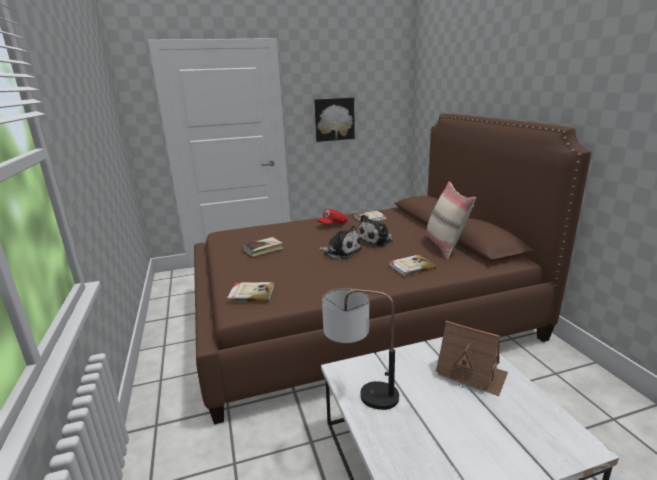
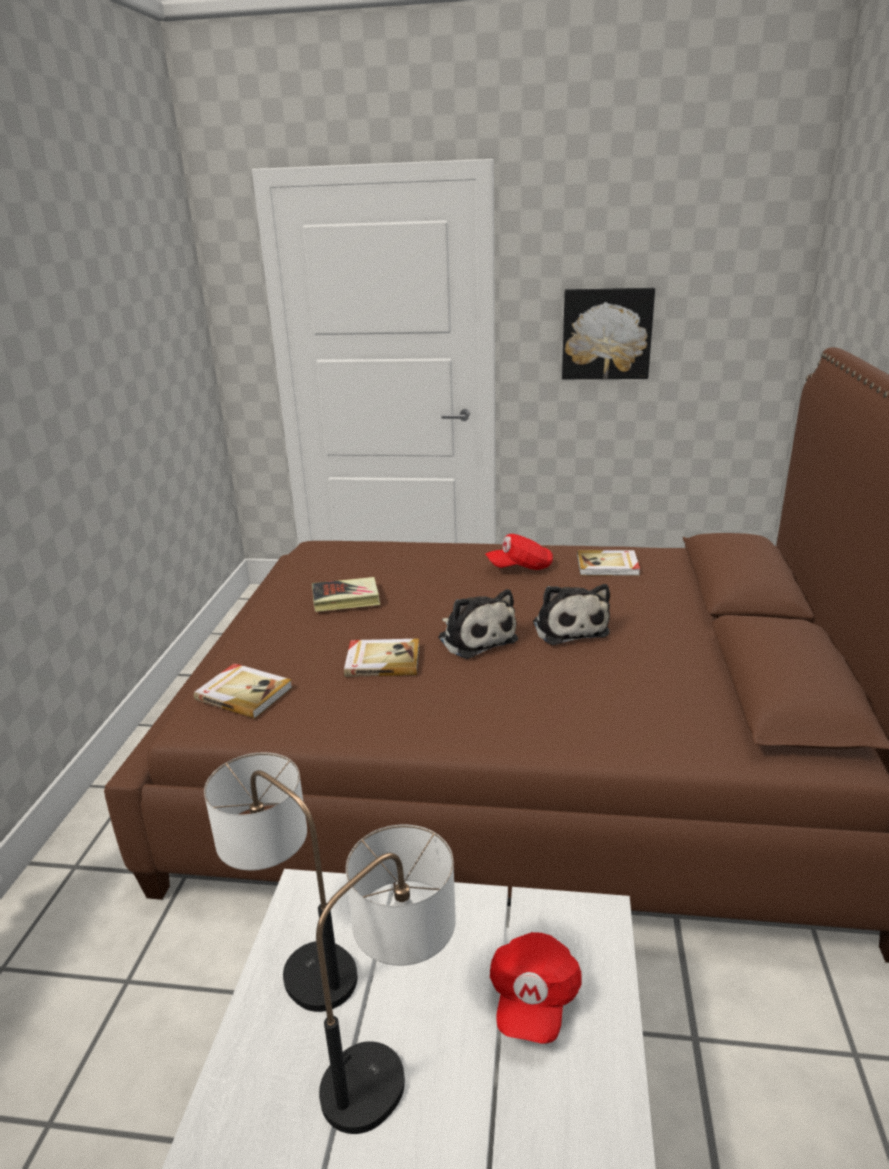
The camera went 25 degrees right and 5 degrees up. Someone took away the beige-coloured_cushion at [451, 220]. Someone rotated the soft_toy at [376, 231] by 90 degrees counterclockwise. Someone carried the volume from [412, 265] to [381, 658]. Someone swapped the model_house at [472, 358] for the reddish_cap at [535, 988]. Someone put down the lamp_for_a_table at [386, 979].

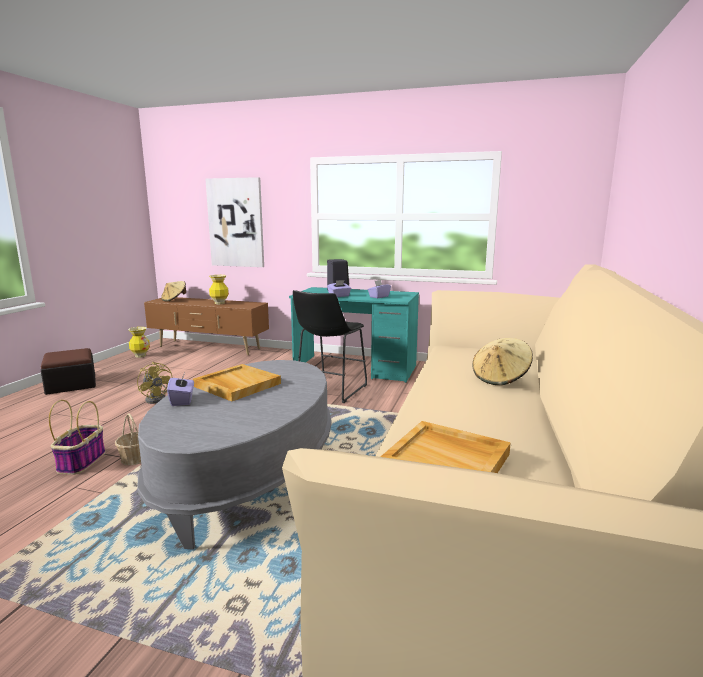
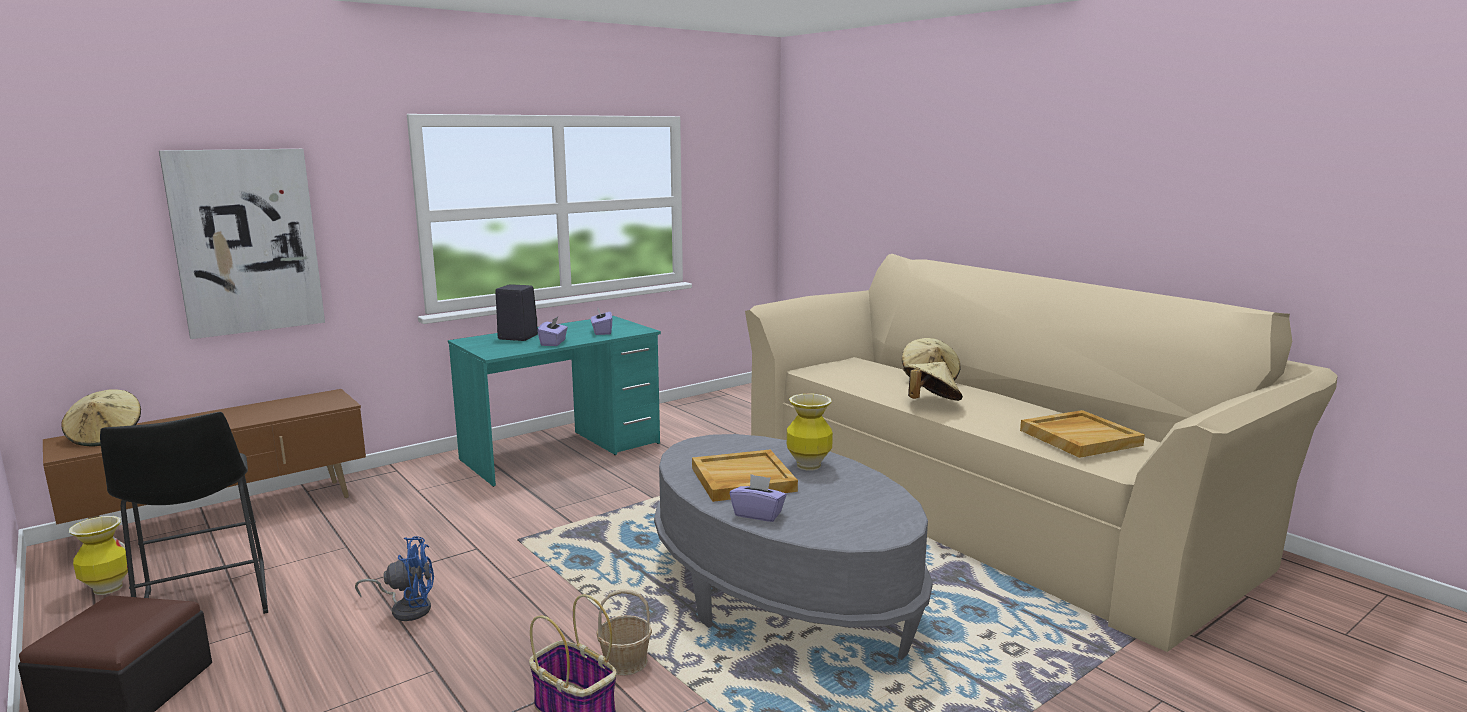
The camera went 55 degrees left and 0 degrees up. Someone carried the vase from [219, 289] to [810, 432]. Someone carried the blackish_stool_seat from [330, 346] to [184, 513]. Someone repainted the yellow_cooling_fan at [155, 383], which became the blue-coloured_cooling_fan at [394, 578]. Someone put down the beige-coloured_hat at [933, 381].

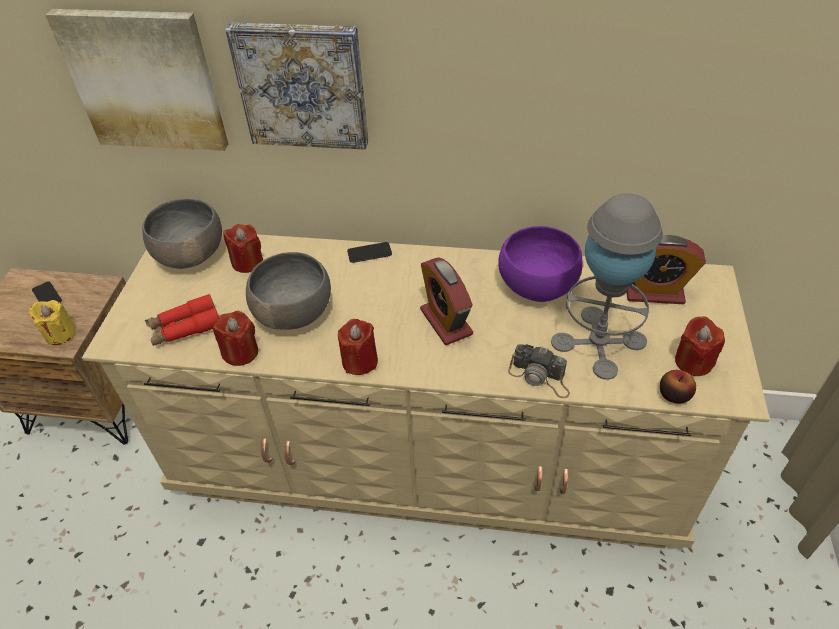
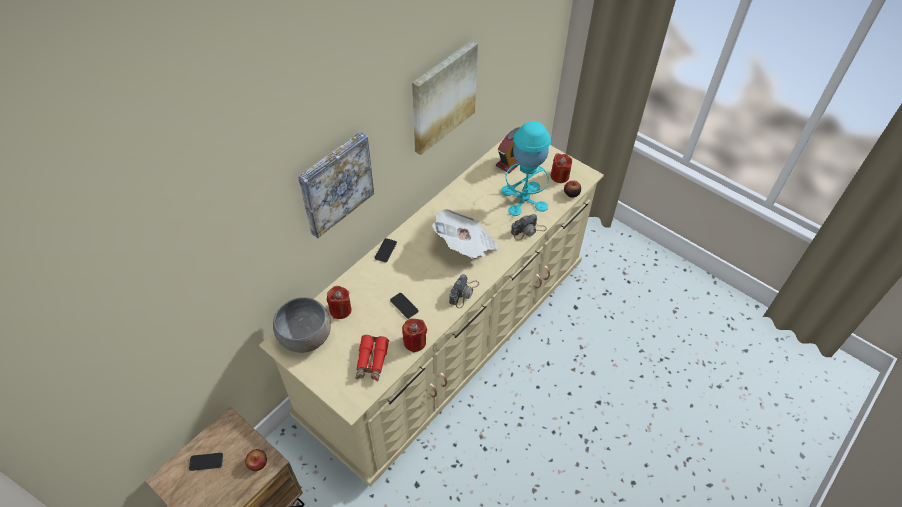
The camera went 60 degrees left and 5 degrees up. Someone carried the picture from [137, 80] to [445, 98]. Someone repainted the grey_lamp_for_a_table at [607, 286], which became the turquoise-coloured_lamp_for_a_table at [526, 168]. Someone took away the purplish_deep_dish at [540, 264]. Someone swapped the grey_deep_dish at [288, 291] for the phone at [404, 306]. Someone swapped the alarm_clock at [446, 301] for the printed_paper at [465, 234]. Someone swapped the yellow_wax_candle at [52, 322] for the whole_apple at [256, 460]. Someone swapped the reddish_wax_candle at [358, 347] for the photo_camera at [464, 291].

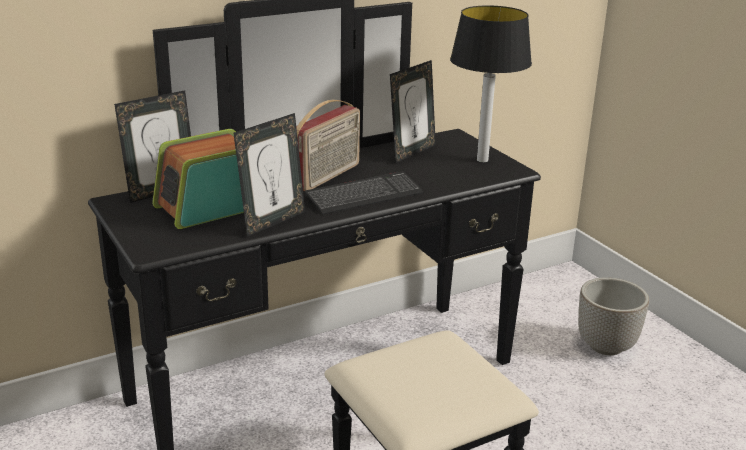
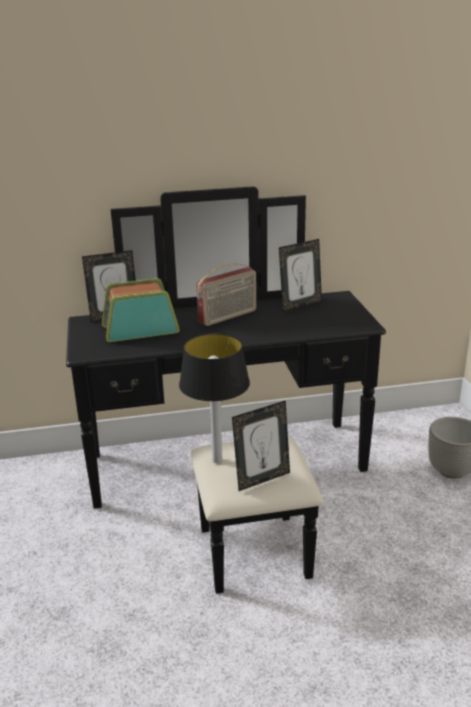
The camera went 20 degrees right and 0 degrees up. Someone carried the lamp_for_a_table from [491, 83] to [214, 398]. Someone carried the picture_frame from [269, 175] to [261, 445]. Someone took away the PC_keyboard at [364, 193].

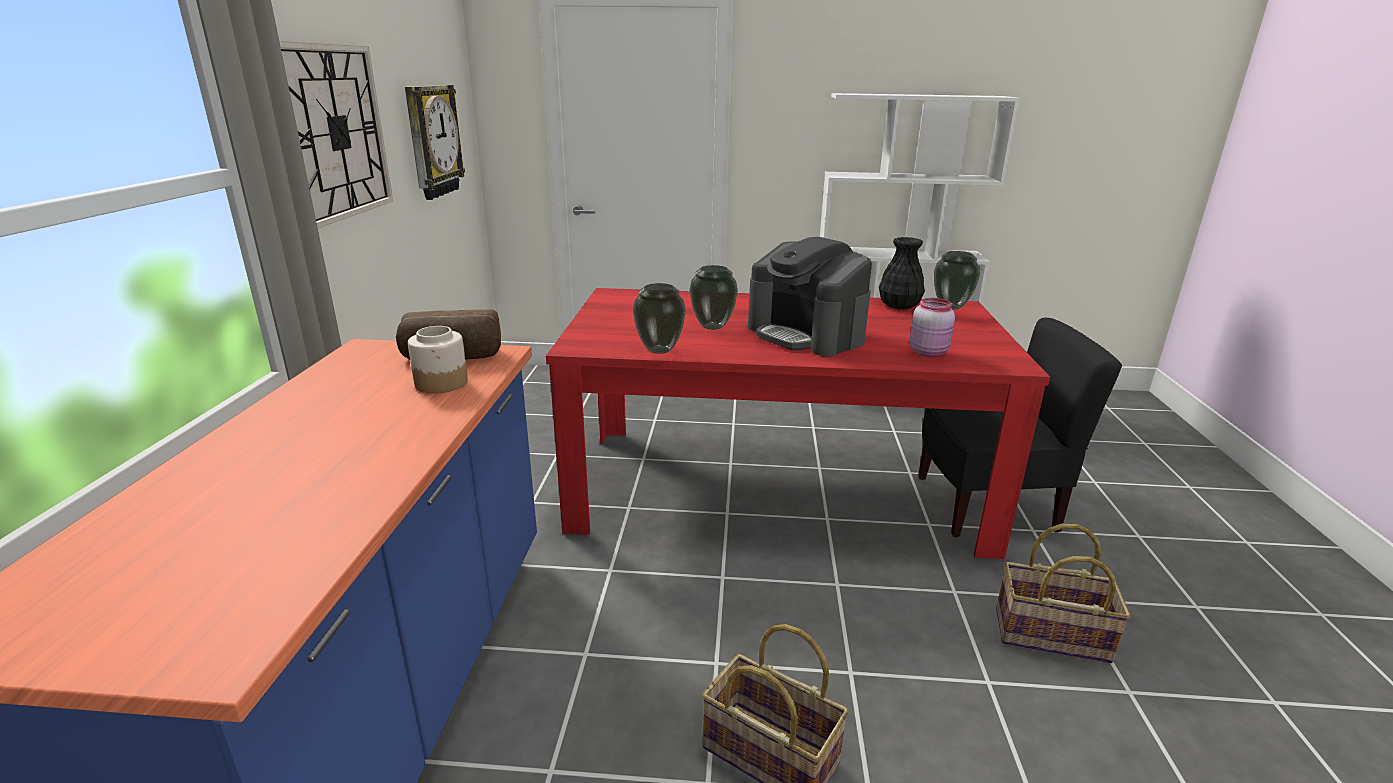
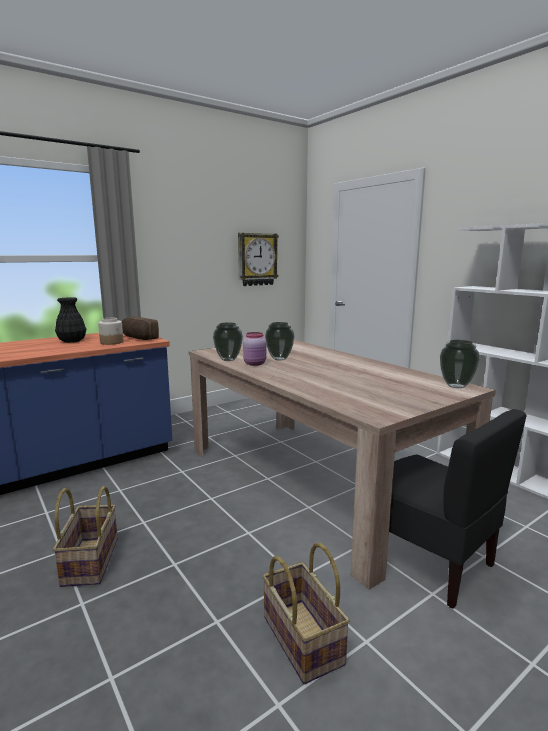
The camera went 50 degrees right and 10 degrees down. Someone took away the clock_on_the_wall at [336, 134]. Someone took away the coffee_maker at [810, 296]. Someone carried the blackish_vase from [902, 273] to [70, 320]. Someone repainted the reddish_kitchen_table at [798, 423], which became the beige-coloured_kitchen_table at [342, 465]. Someone carried the pinkish_storage_jar from [932, 327] to [254, 349].

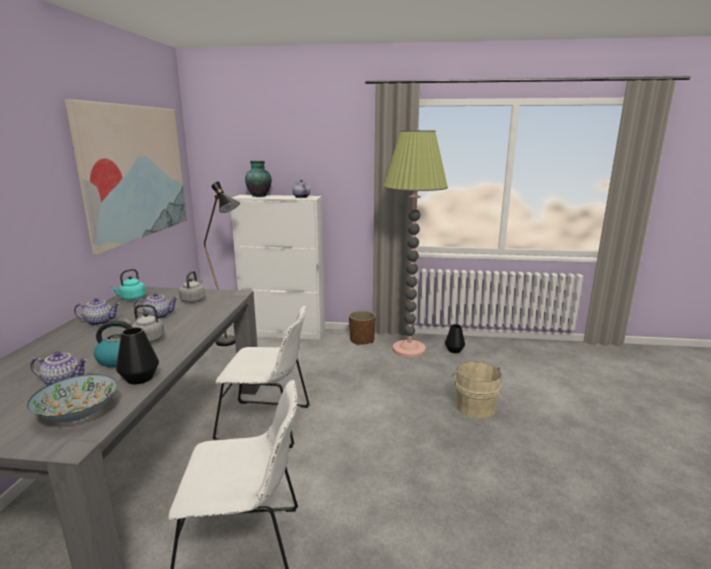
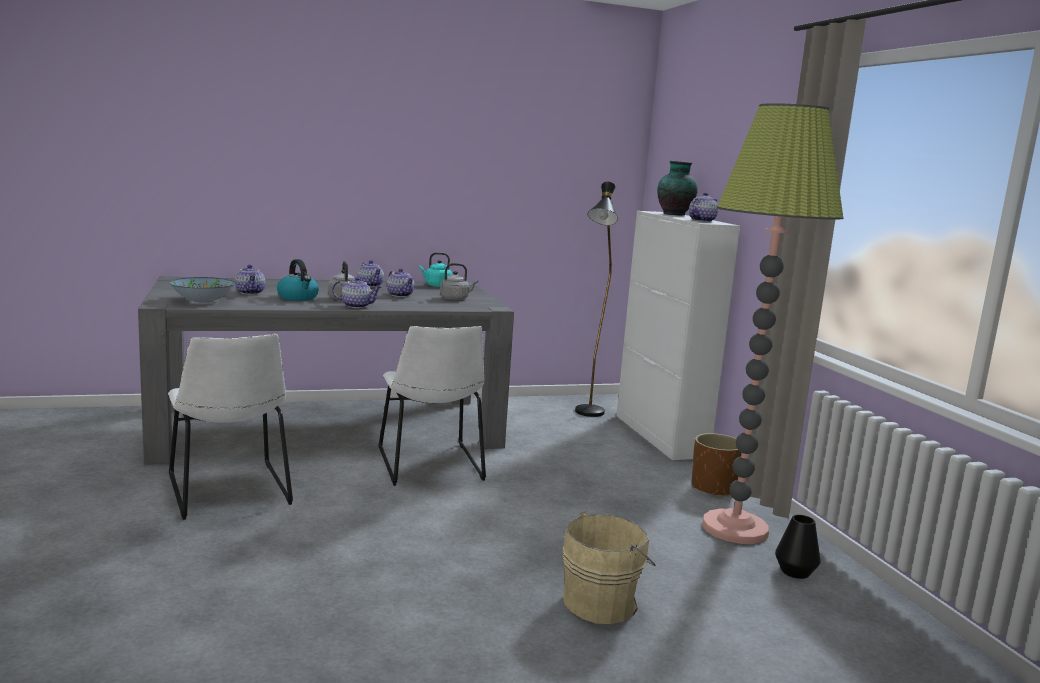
The camera went 65 degrees right and 5 degrees down. Someone took away the picture at [126, 177]. Someone took away the blackish_vase at [137, 355]. Someone put down the tea_pot at [357, 292].

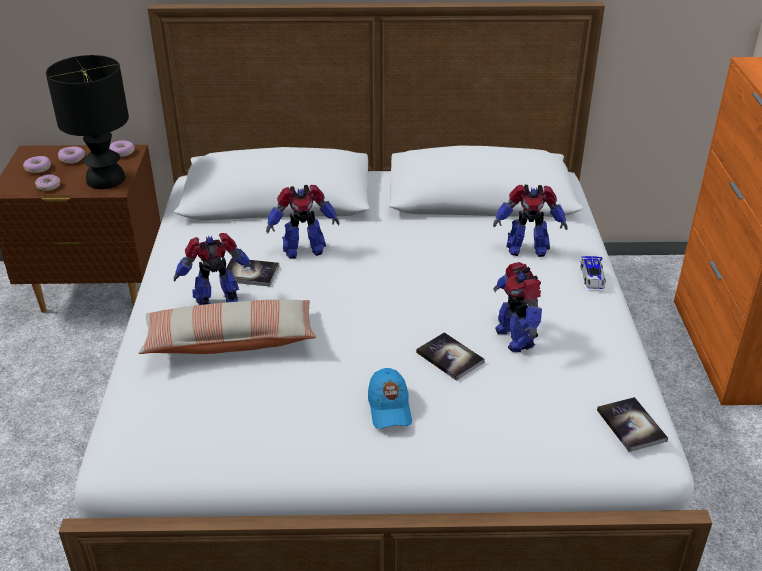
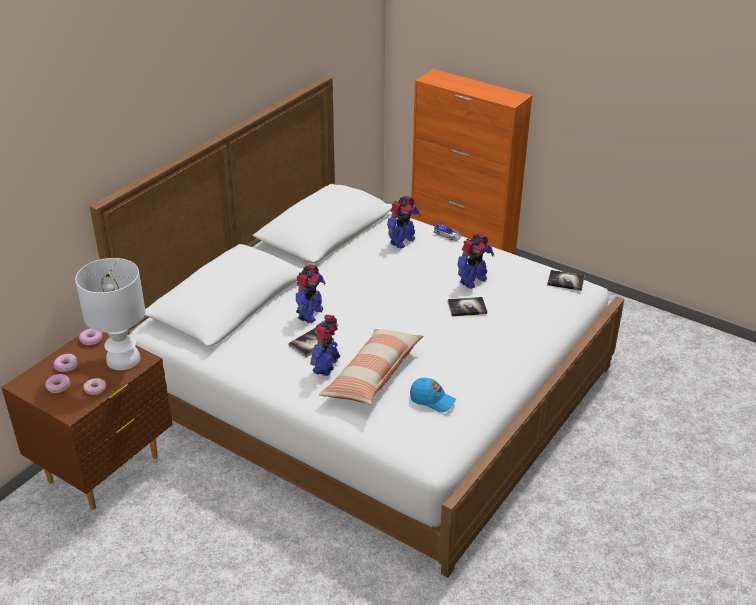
The camera went 55 degrees left and 0 degrees up. Someone repainted the blackish_lamp_for_a_table at [87, 122], which became the white_lamp_for_a_table at [110, 314]. Someone rotated the robot_figure at [517, 307] by 60 degrees counterclockwise. Someone carried the blue-coloured_cap from [390, 398] to [433, 395].

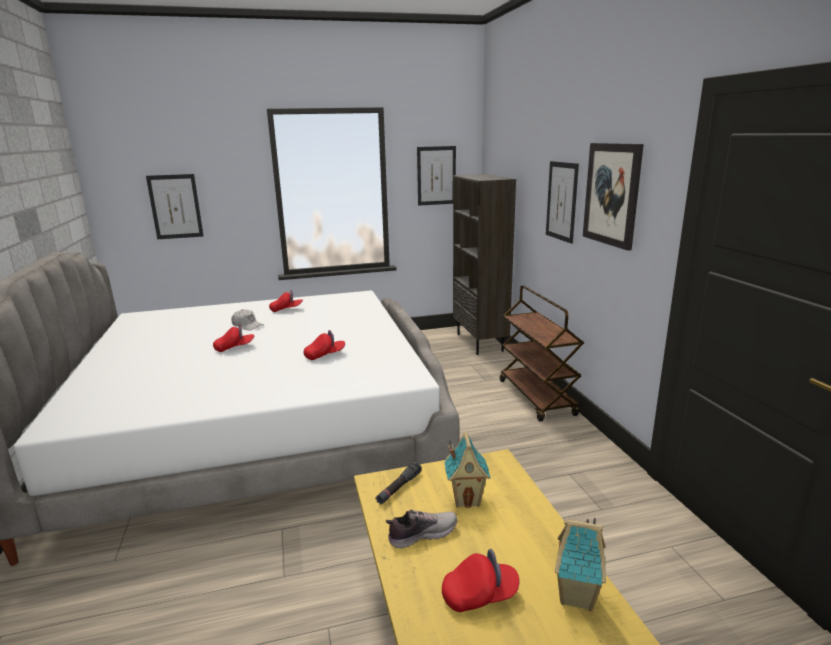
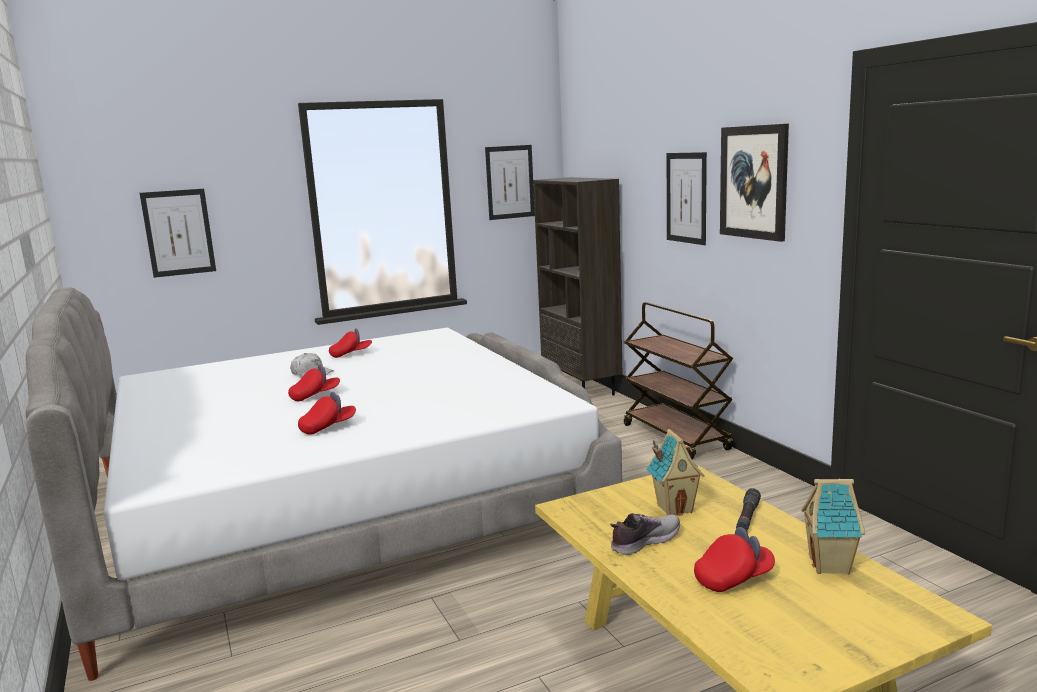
The camera went 10 degrees left and 5 degrees down. Someone carried the reddish_cap from [324, 345] to [327, 413]. Someone carried the blackish_flashlight from [399, 483] to [748, 509].

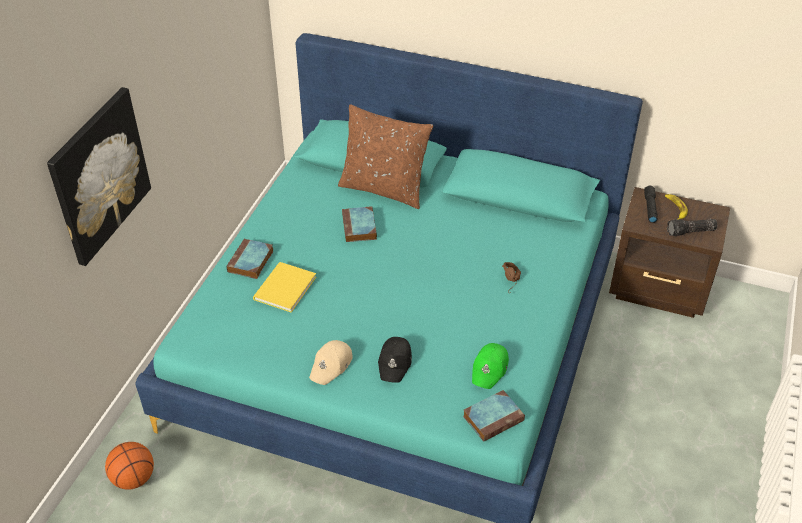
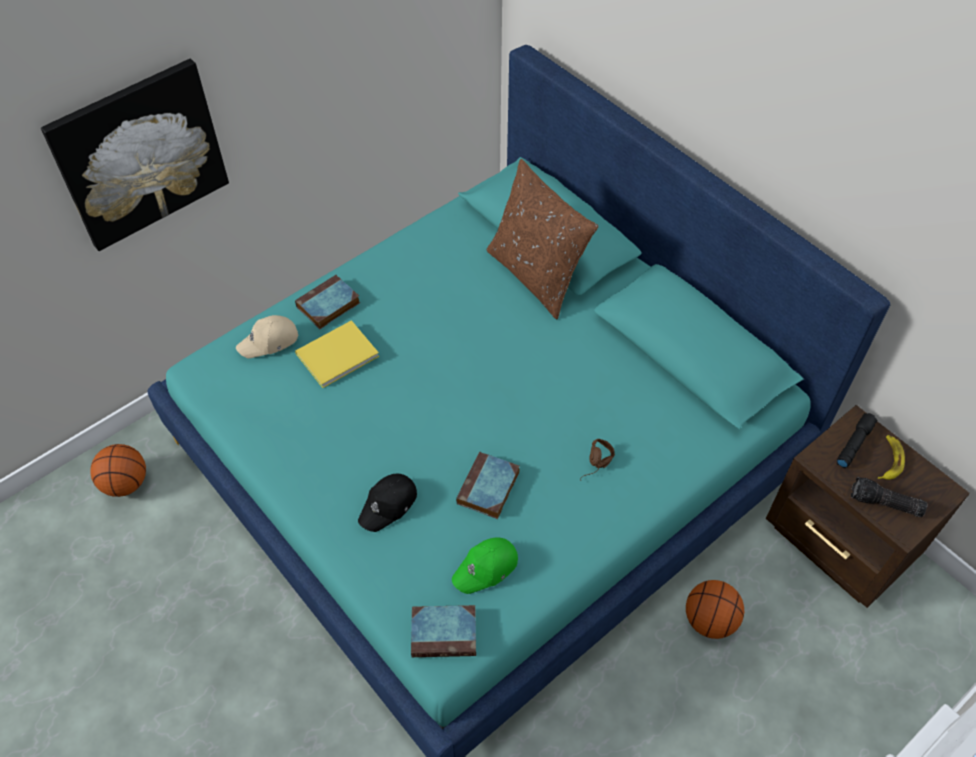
The camera went 30 degrees right and 10 degrees up. Someone carried the volume from [359, 224] to [488, 485]. Someone carried the beige-coloured_cap from [331, 362] to [267, 336]. Someone put down the ball_for_basketball at [715, 609].

